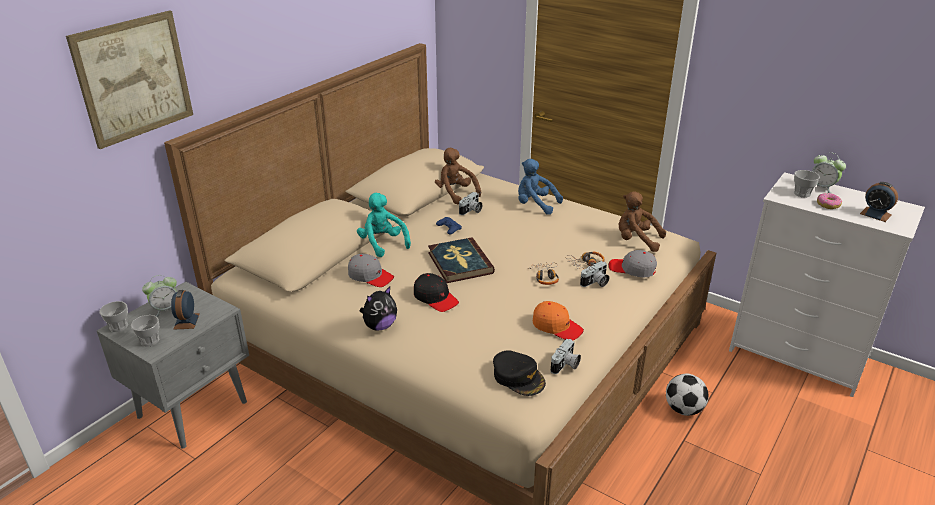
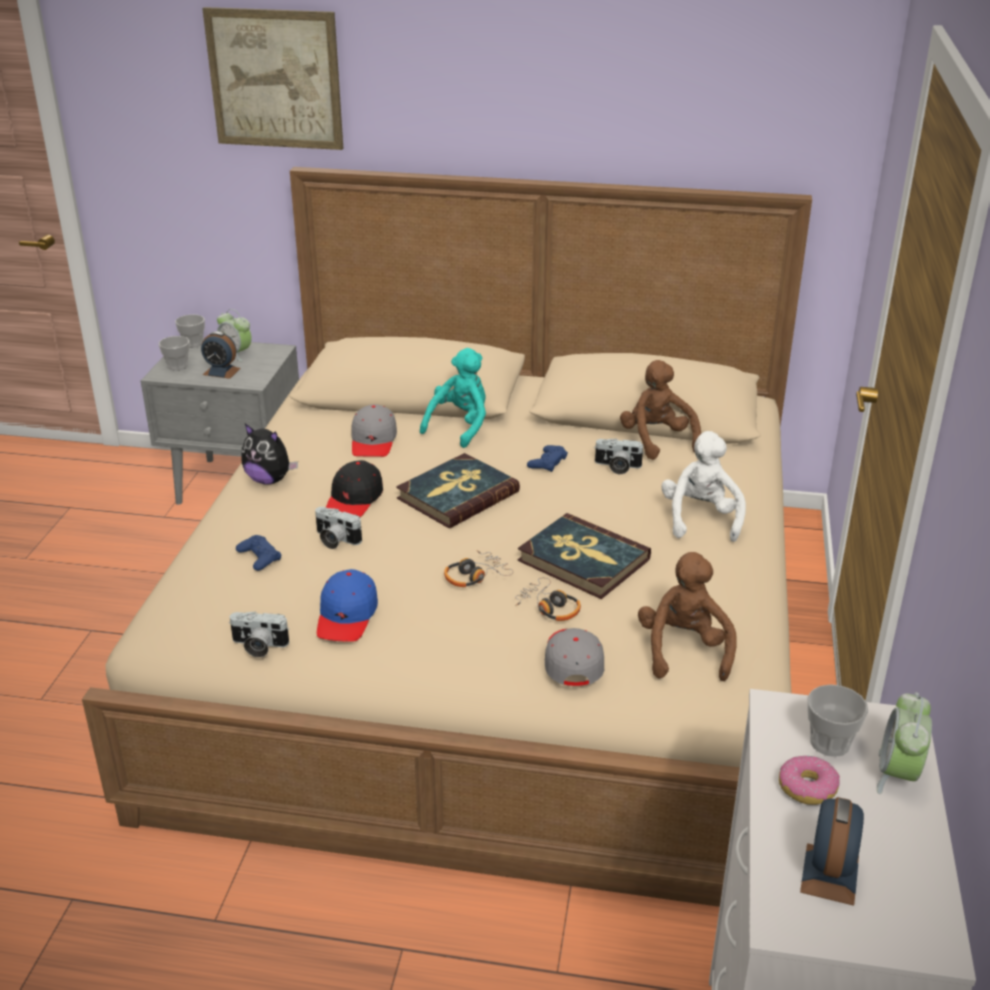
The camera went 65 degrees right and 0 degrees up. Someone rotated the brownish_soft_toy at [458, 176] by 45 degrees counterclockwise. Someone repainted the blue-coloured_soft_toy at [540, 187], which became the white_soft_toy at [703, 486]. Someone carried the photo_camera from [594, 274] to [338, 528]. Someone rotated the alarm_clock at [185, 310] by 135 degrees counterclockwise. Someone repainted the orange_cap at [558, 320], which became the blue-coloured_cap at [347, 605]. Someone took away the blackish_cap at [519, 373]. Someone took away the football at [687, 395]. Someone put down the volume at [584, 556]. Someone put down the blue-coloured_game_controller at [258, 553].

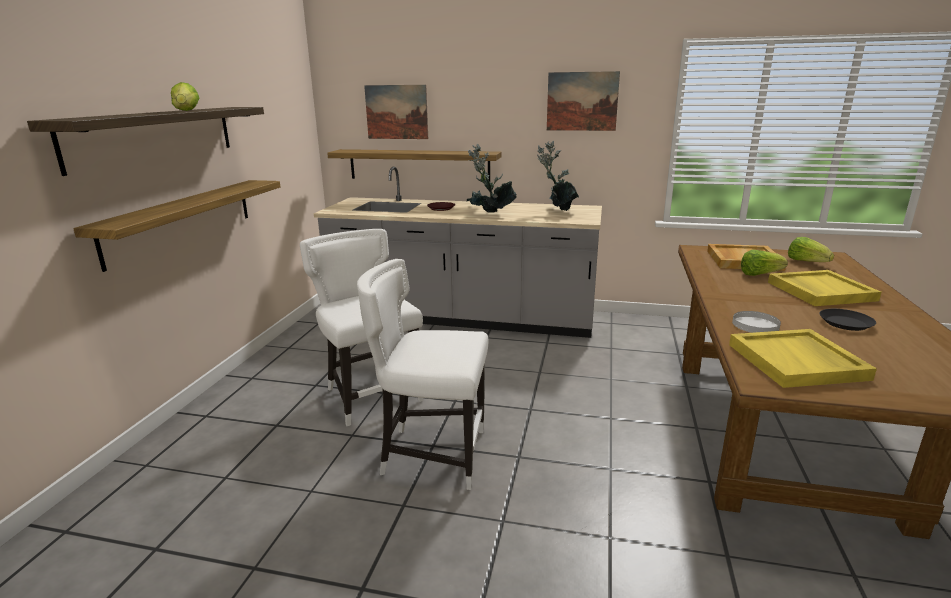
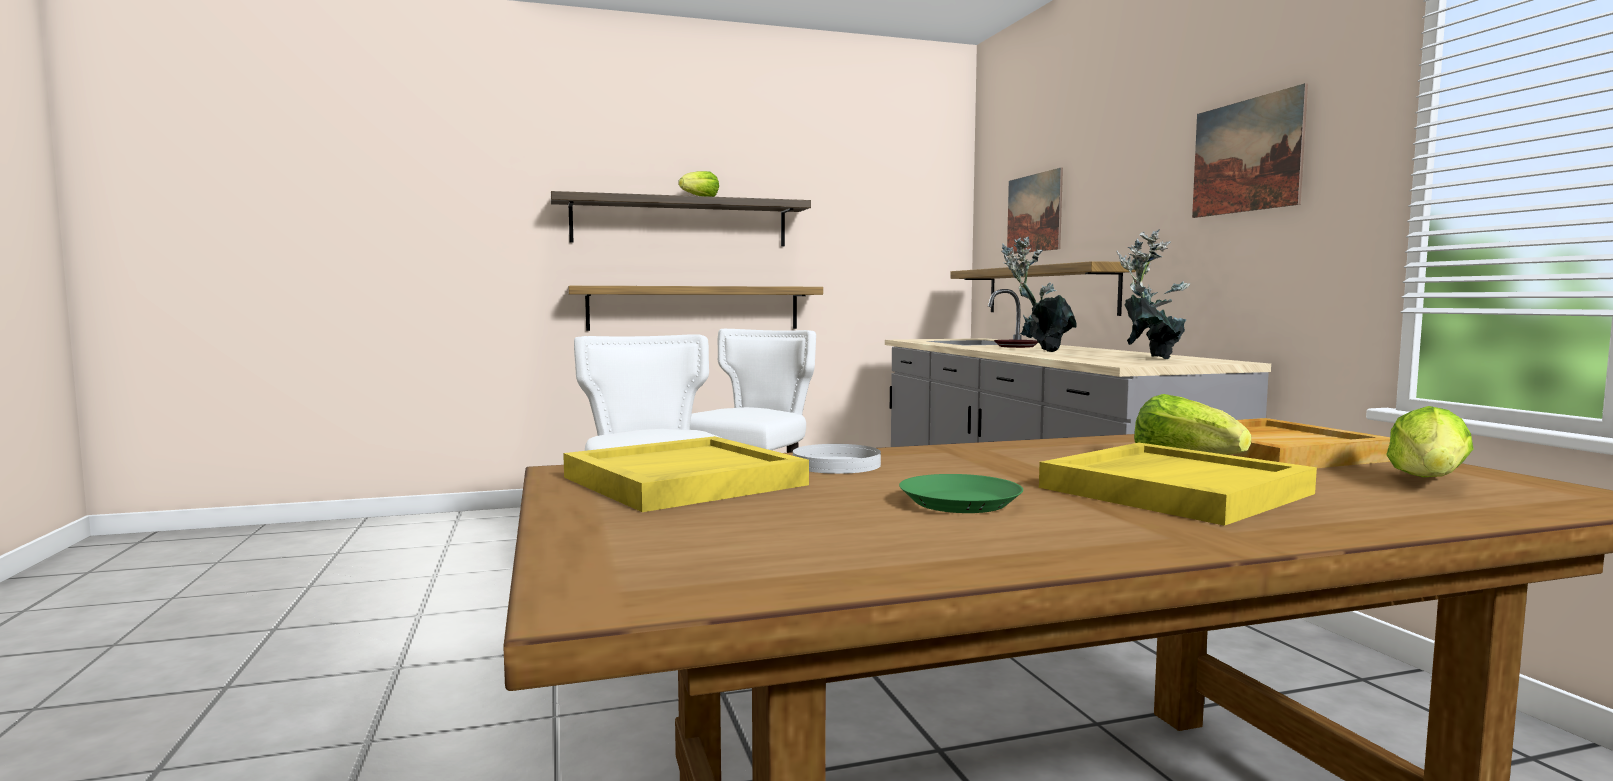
The camera went 60 degrees right and 15 degrees down. Someone repainted the blackish_plate at [847, 320], which became the green-coloured_plate at [961, 493].

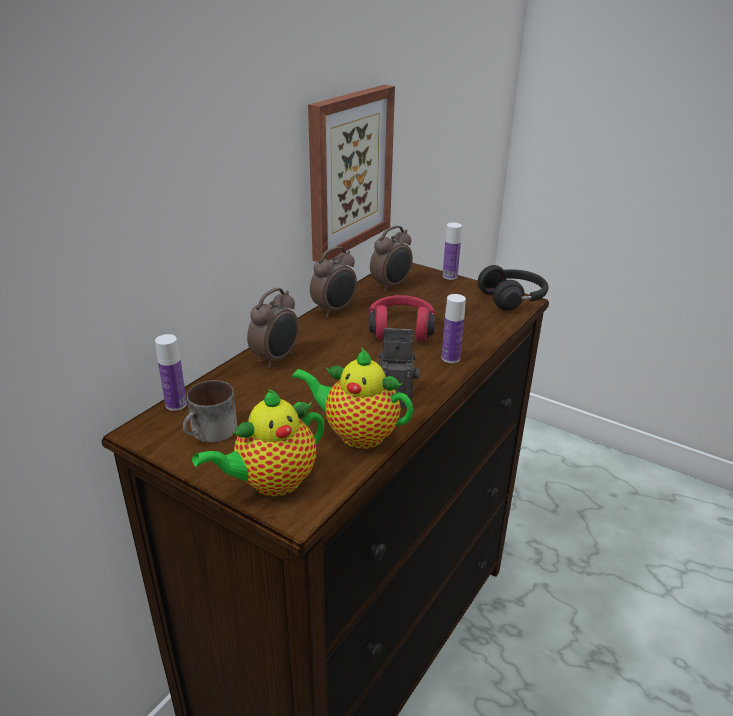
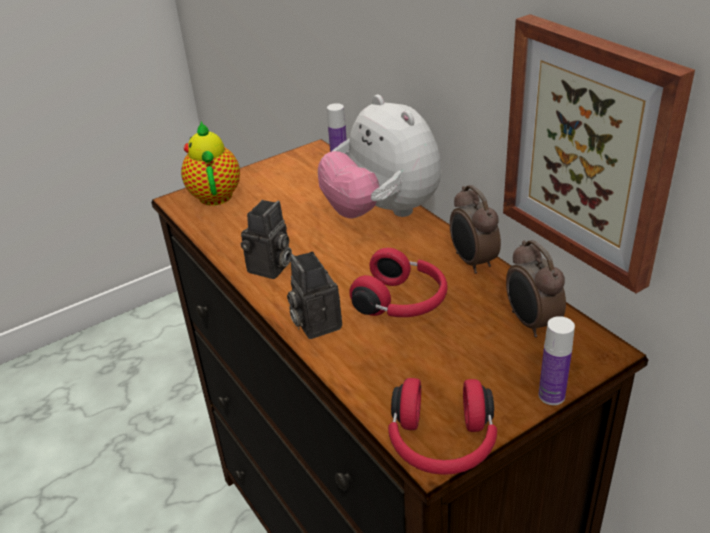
The camera went 115 degrees right and 5 degrees up. Someone repainted the blackish_headset at [513, 287], which became the reddish_headset at [442, 426]. Someone swapped the alarm_clock at [273, 328] for the soft_toy at [379, 156]. Someone swapped the bottle at [454, 328] for the photo_camera at [314, 295]. Someone took away the tea_pot at [352, 398]. Someone took away the mug at [210, 411].

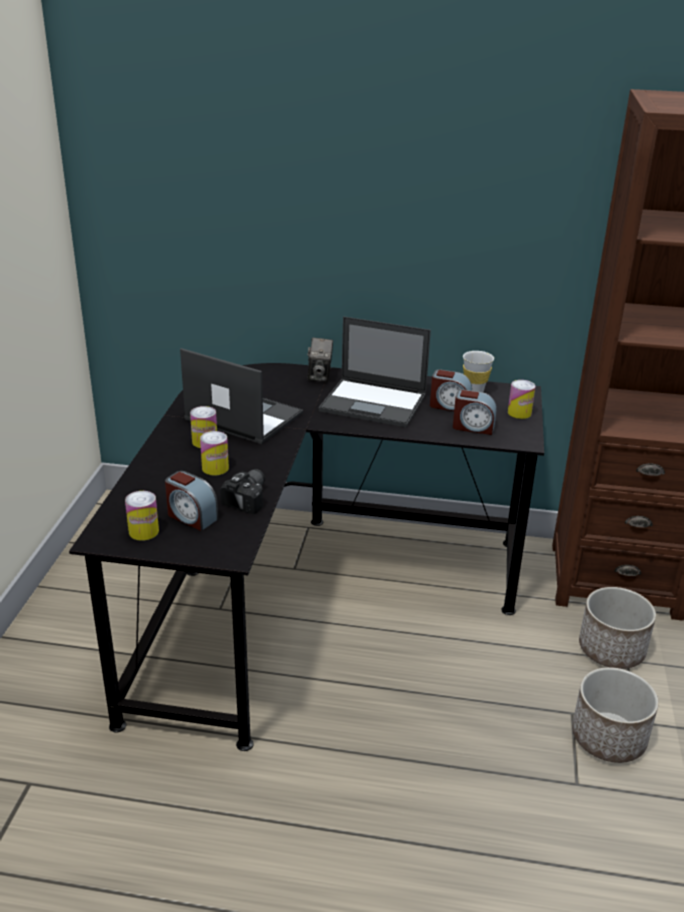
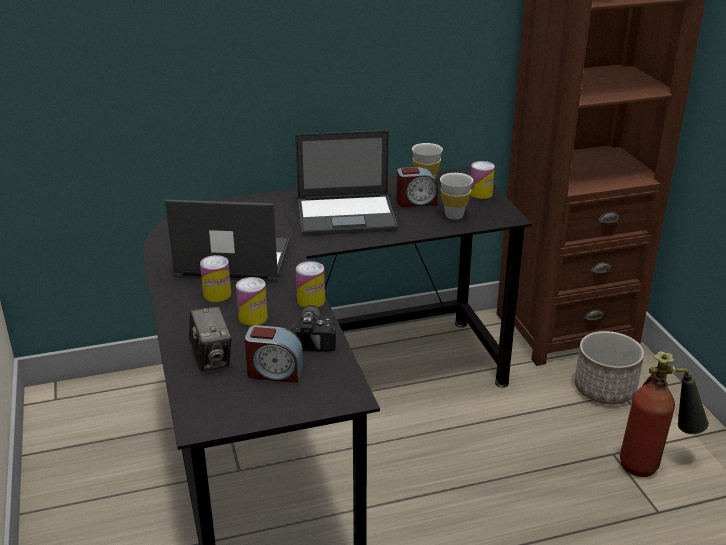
The camera went 25 degrees left and 0 degrees up. Someone carried the photo_camera from [320, 360] to [210, 338]. Someone swapped the alarm_clock at [475, 412] for the white_cup at [456, 196]. Someone carried the can from [142, 516] to [310, 284]. Someone swapped the flower_pot at [615, 715] for the extinguisher at [664, 414].

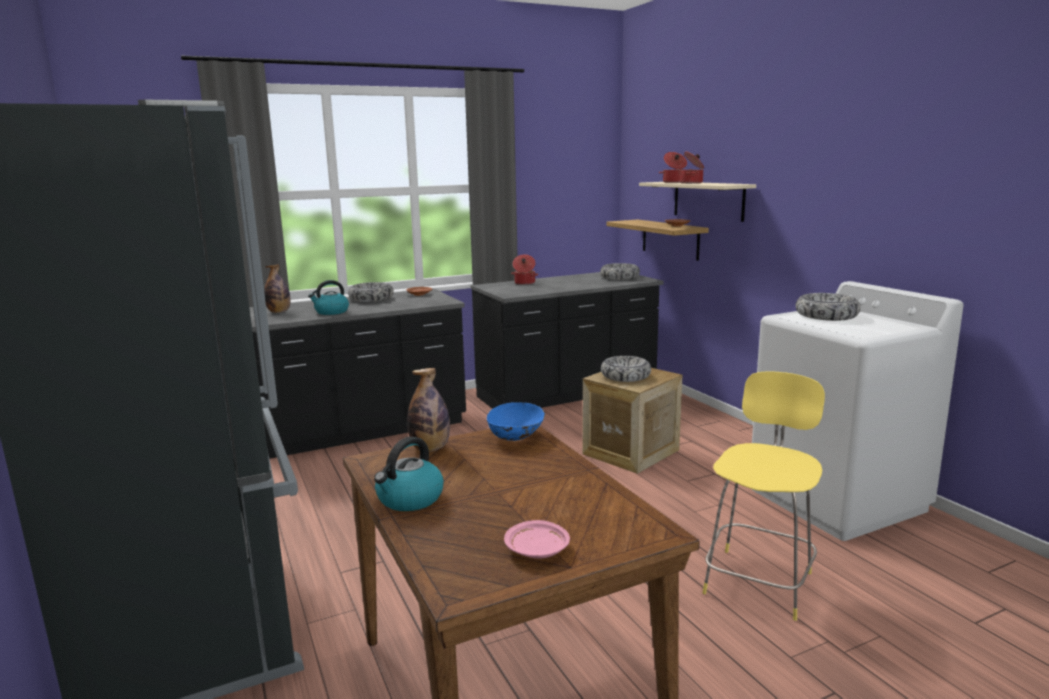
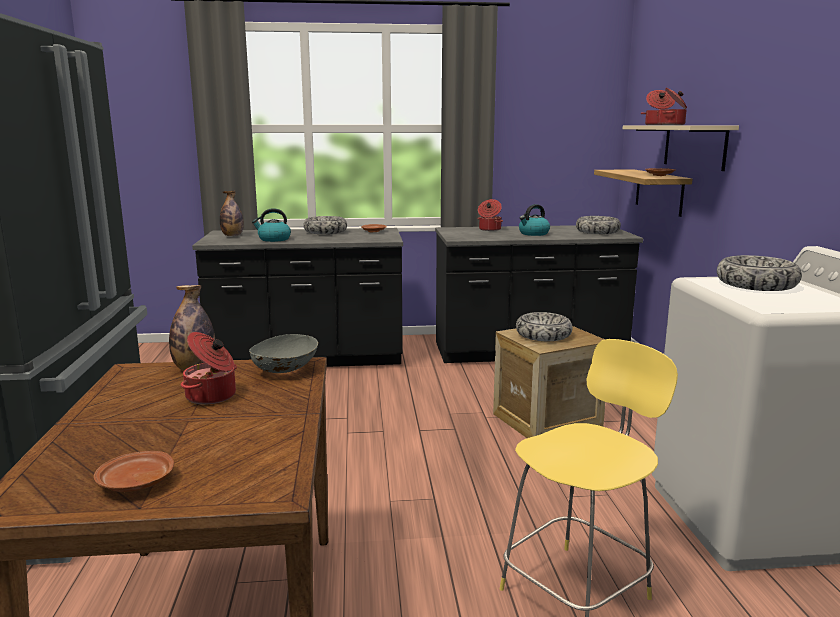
The camera went 20 degrees right and 0 degrees up. Someone repainted the blue-coloured_deep_dish at [516, 421], which became the grey_deep_dish at [283, 353]. Someone carried the tea_kettle from [409, 473] to [534, 220]. Someone repainted the pinkish_plate at [537, 539], which became the brownish_plate at [134, 471]. Someone put down the stockpot at [209, 368].

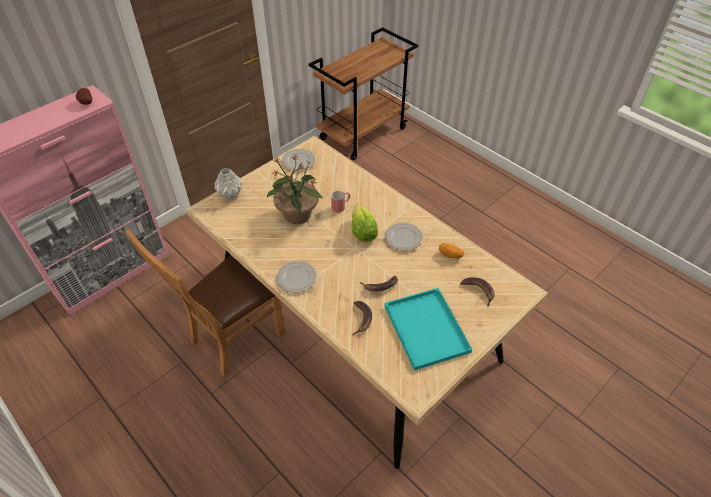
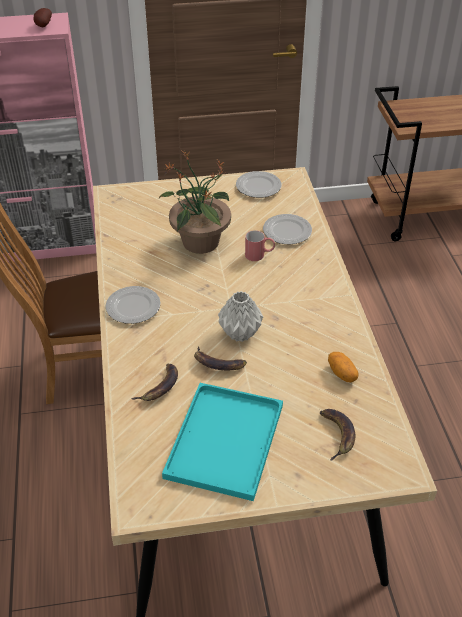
The camera went 35 degrees right and 5 degrees down. Someone carried the grey_vase from [228, 184] to [240, 316]. Someone took away the lettuce_head at [365, 223]. Someone carried the plate from [404, 236] to [287, 229].

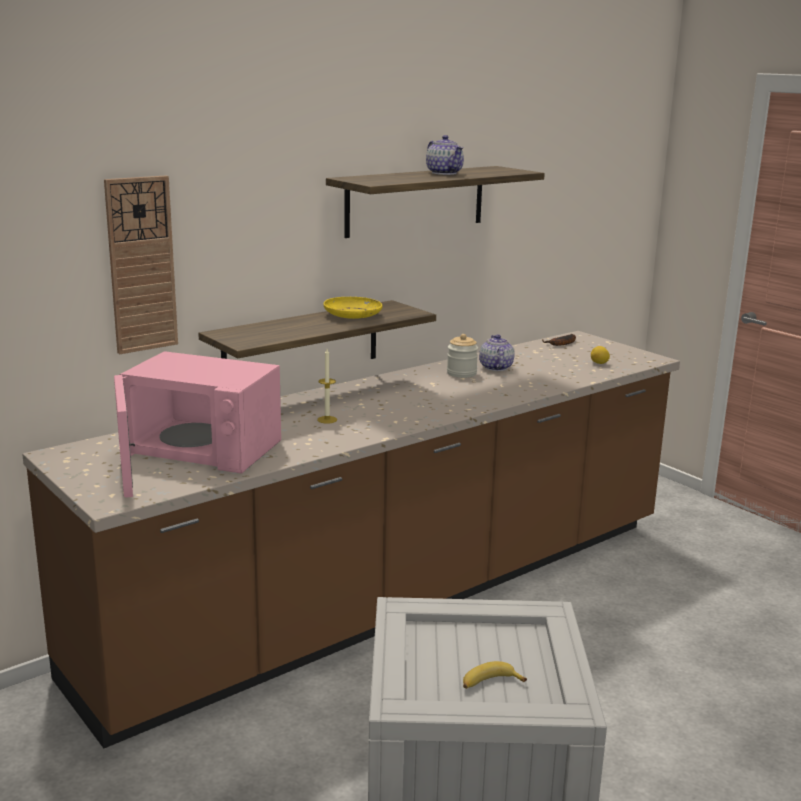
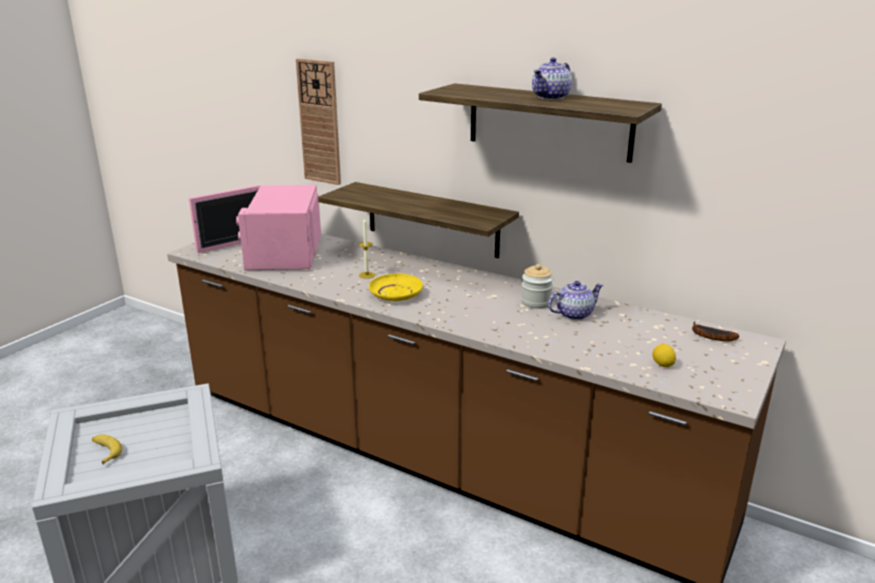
The camera went 70 degrees right and 5 degrees up. Someone carried the yellow_plate from [353, 308] to [396, 287].

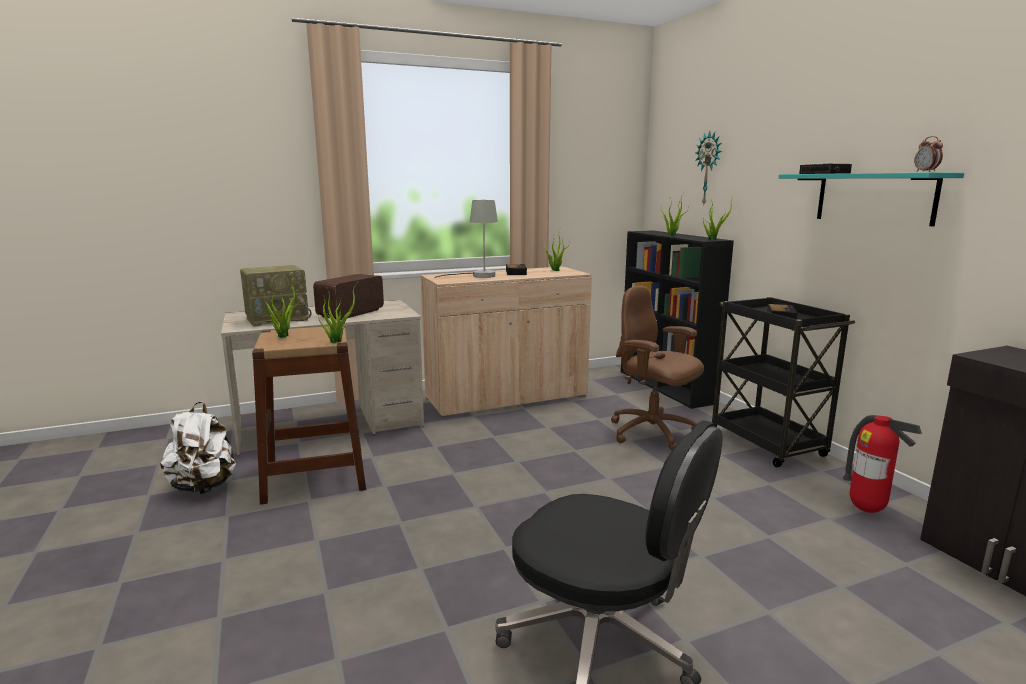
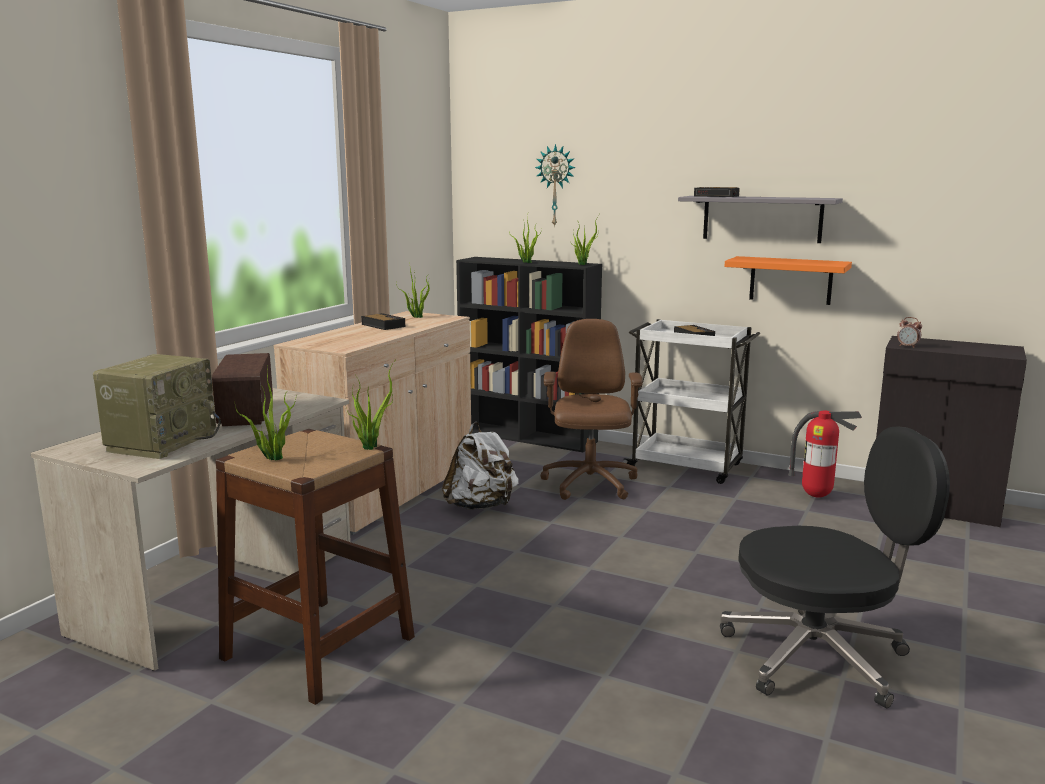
The camera went 40 degrees left and 0 degrees up. Someone carried the alarm_clock from [928, 154] to [909, 332]. Someone repainted the turquoise-coloured_bracket_shelf at [871, 199], which became the grey_bracket_shelf at [760, 219]. Someone took away the grey_lamp_for_a_table at [466, 239]. Someone rotated the brownish_computer_chair at [657, 368] by 90 degrees clockwise. Someone repainted the blackish_wheeled_cart at [781, 382], which became the white_wheeled_cart at [692, 401]. Someone carried the white_rucksack from [198, 447] to [480, 466]. Someone put up the orange_bracket_shelf at [788, 280].

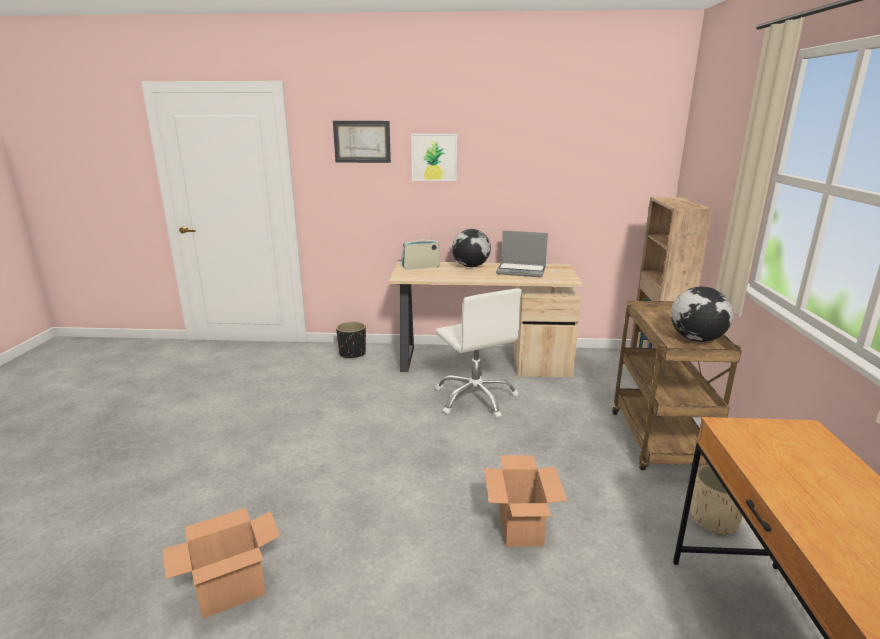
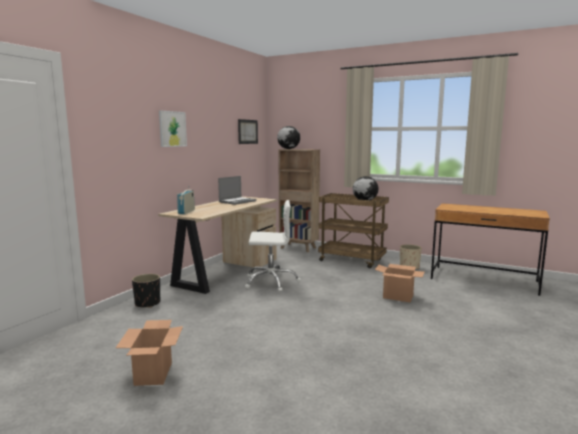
The camera went 65 degrees left and 10 degrees down. Someone carried the picture from [362, 142] to [248, 131]. Someone carried the world_globe from [471, 248] to [288, 137]. Someone carried the carton from [221, 563] to [149, 353].

